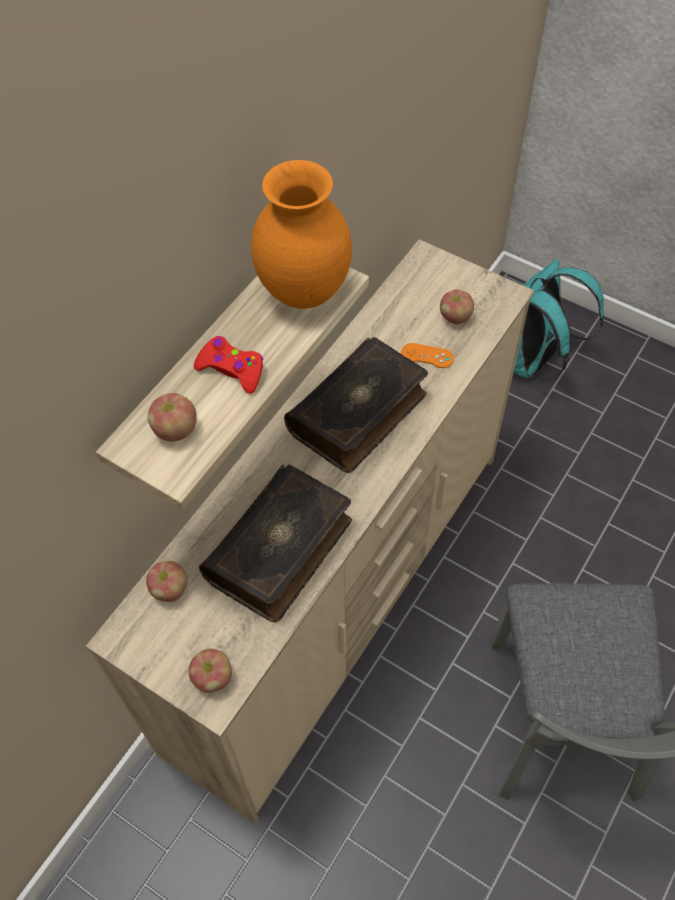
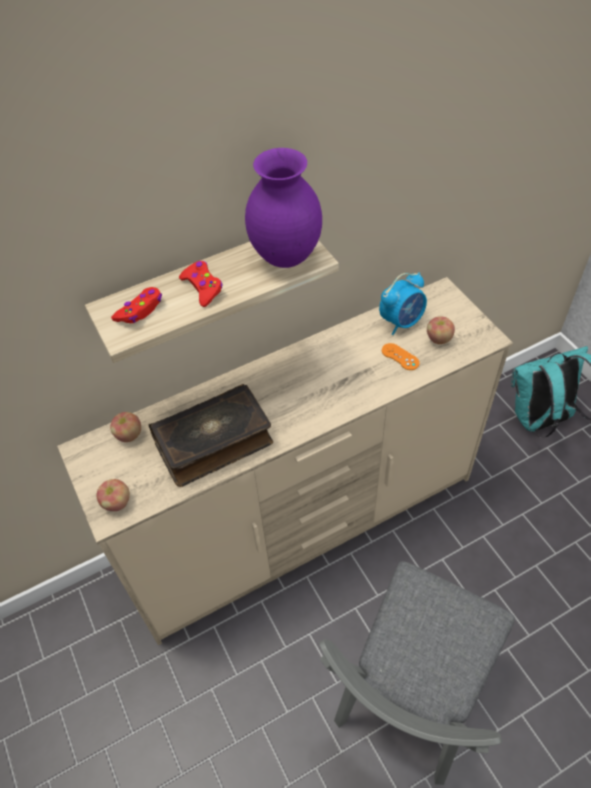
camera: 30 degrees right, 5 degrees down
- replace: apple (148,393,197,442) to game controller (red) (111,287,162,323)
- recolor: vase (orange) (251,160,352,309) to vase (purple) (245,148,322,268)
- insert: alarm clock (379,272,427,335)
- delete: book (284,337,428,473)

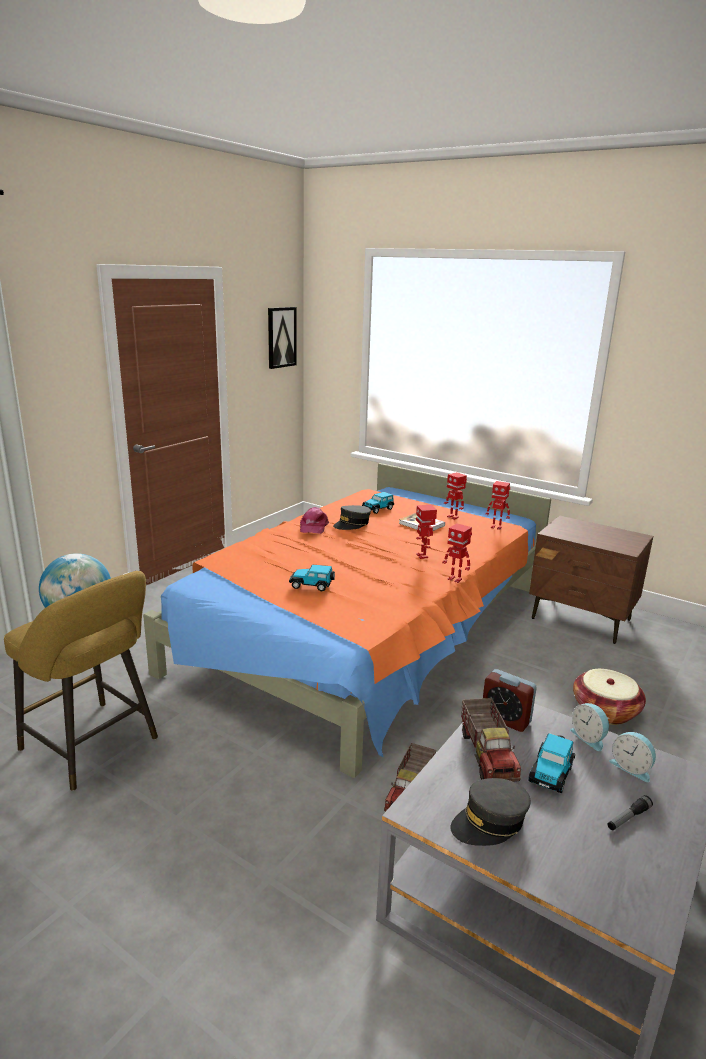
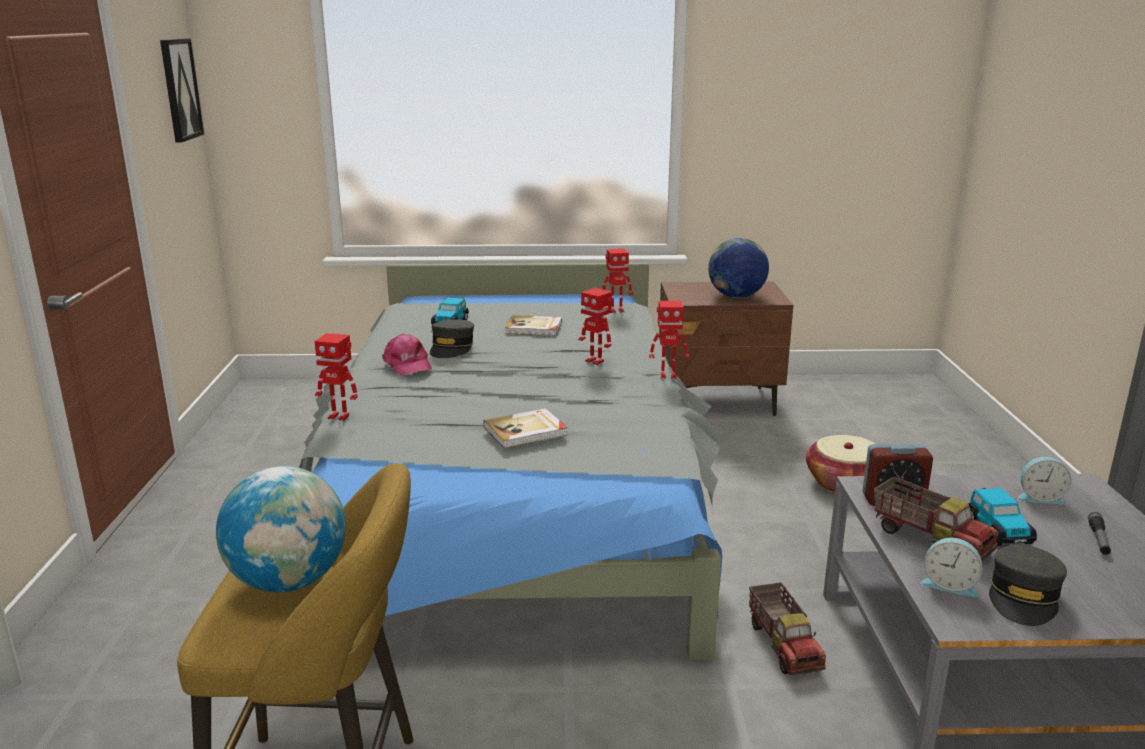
camera: 35 degrees left, 0 degrees up
- recolor: bed (orange) (143,463,551,778) to bed (grey) (299,263,722,660)
- move: toy robot (444,472,467,520) to (314,333,358,421)
- replace: toy car (289,565,335,591) to book (483,408,568,449)
- insert: globe (708,238,769,298)
- move: alarm clock (570,703,609,751) to (921,538,982,597)

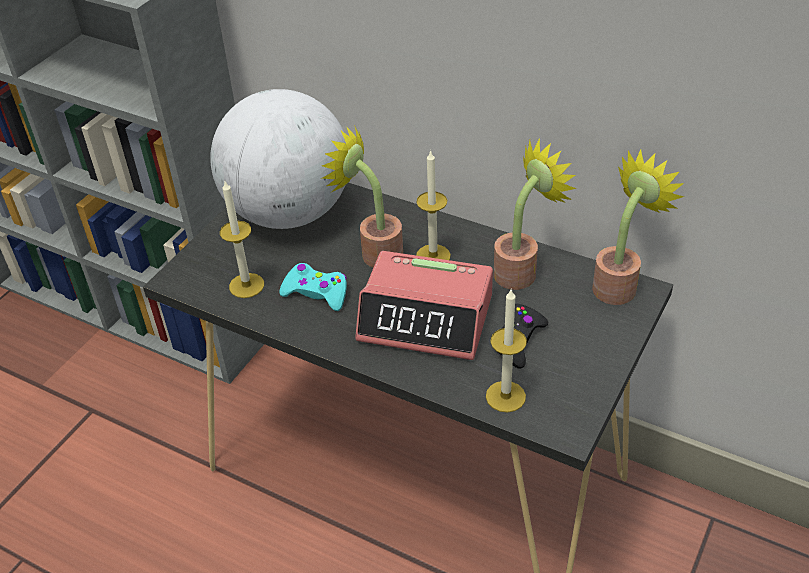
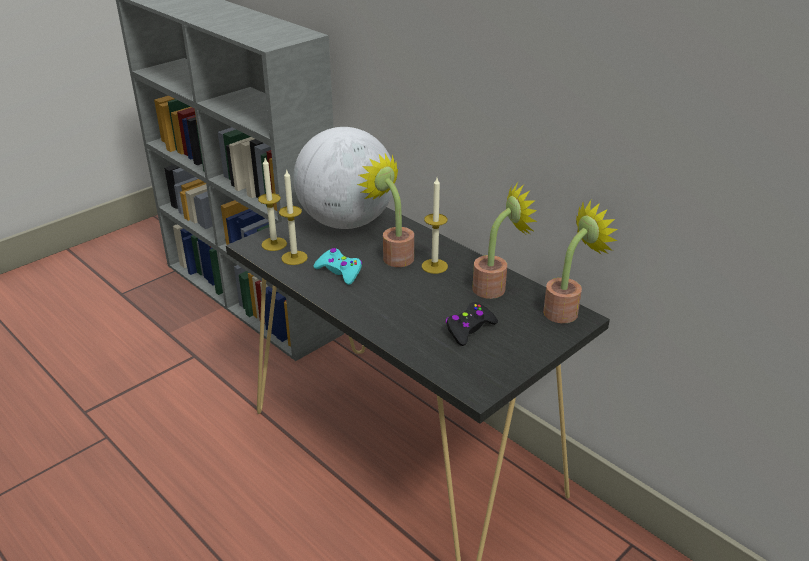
camera: 15 degrees right, 10 degrees down
- move: candle (486,288,527,412) to (258,158,287,251)
- delete: alarm clock (355,251,493,360)

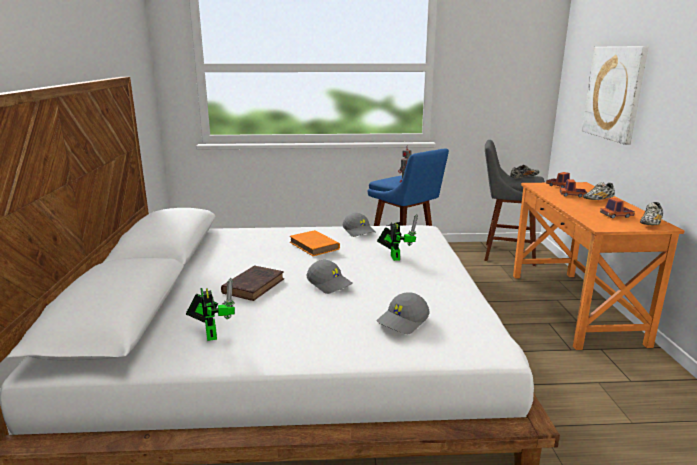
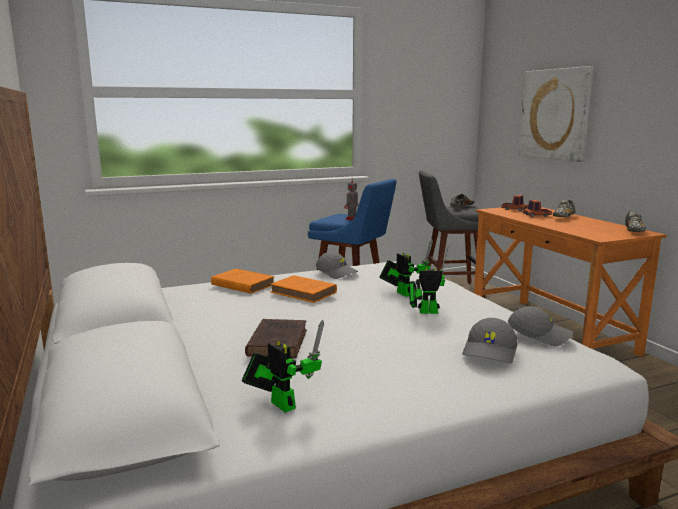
camera: 20 degrees left, 5 degrees down
- insert: book (orange) (211,269,275,294)
- insert: toy robot (409,247,448,314)
- move: cap (grey) (307,260,352,294) to (508,306,573,347)
- delete: toy truck (600,198,635,219)

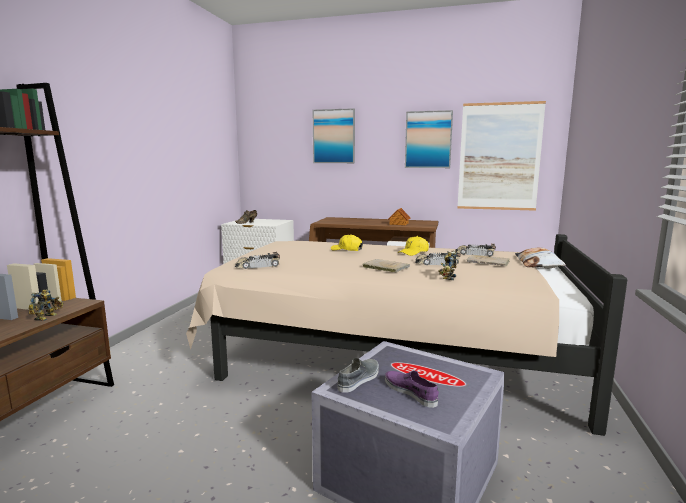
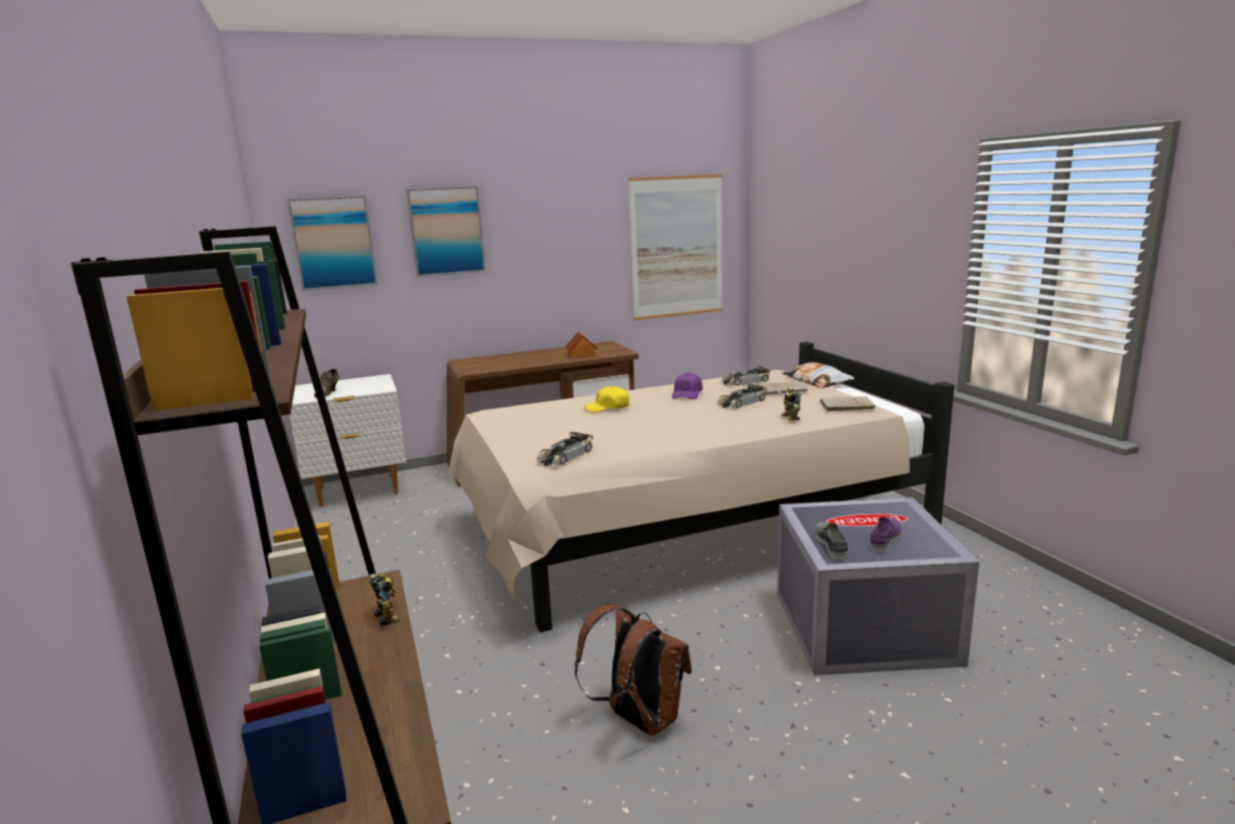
camera: 35 degrees left, 5 degrees up
- move: picture (405,110,453,168) to (288,196,378,291)
- insert: backpack (brown) (575,605,692,736)
- recolor: cap (yellow) (398,236,429,256) to cap (purple) (672,372,703,399)
- move: book (beige) (363,259,410,273) to (820,397,875,411)
- rotate: shoe (purple) (385,370,439,408) = (870,516,901,552) 105 degrees clockwise

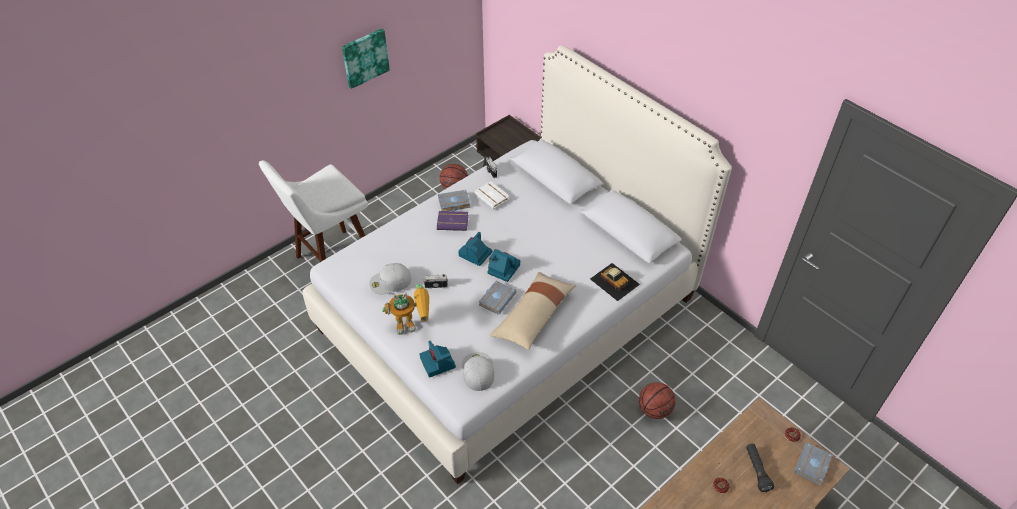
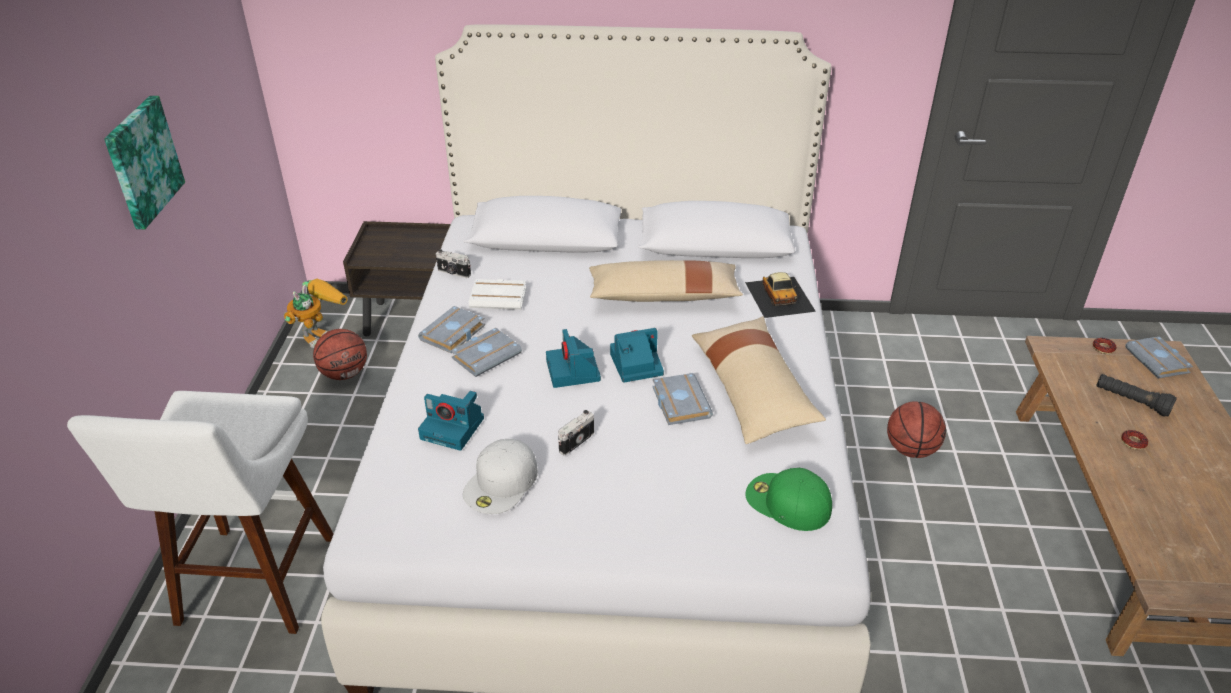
camera: 45 degrees left, 10 degrees down
- move: toy robot (382,284,429,335) to (284,278,348,348)
- move: photo camera (420,341,456,378) to (418,391,484,451)
- recolor: book (purple) (437,211,468,231) to book (grey) (451,328,522,377)
- insert: pillow (beige) (589,260,743,302)
- rotate: toy car (590,263,640,301) = (745,272,816,318) 75 degrees clockwise
- recolor: cap (white) (462,352,494,391) to cap (green) (745,468,832,531)

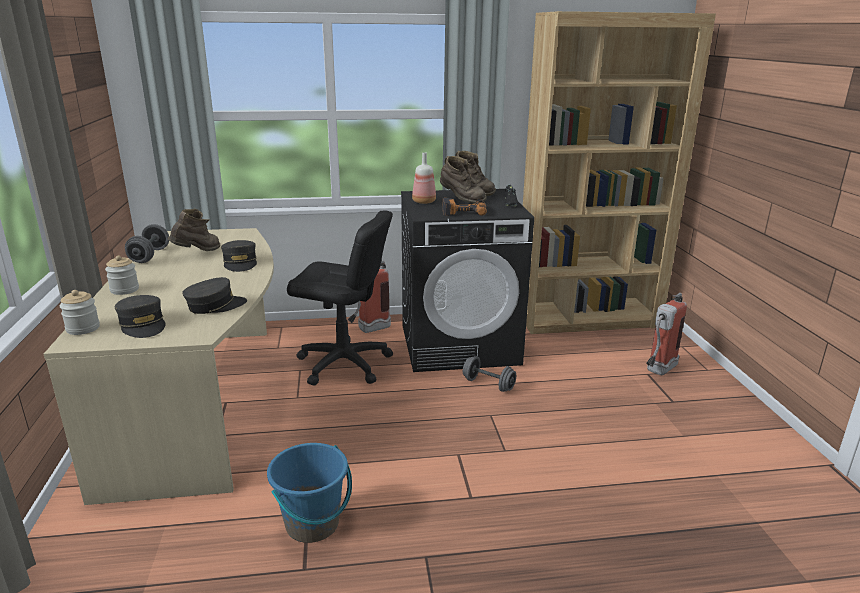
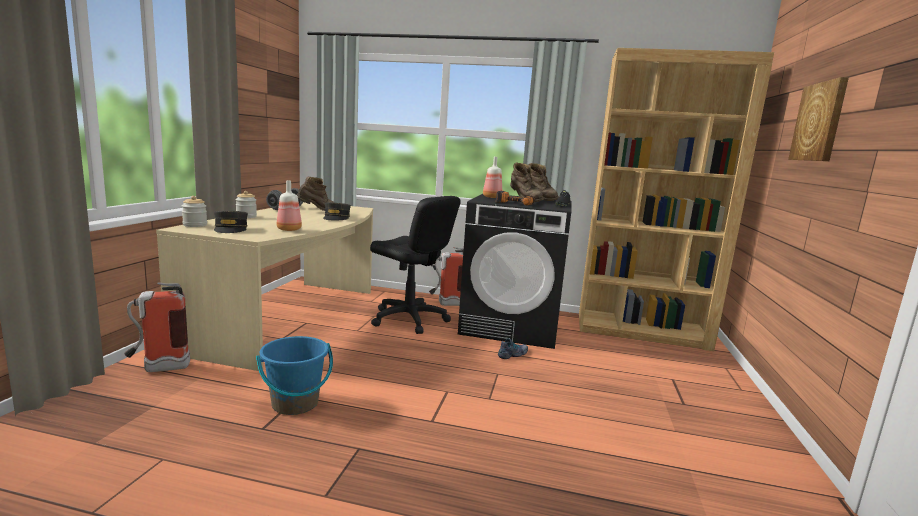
camera: 20 degrees right, 10 degrees down
- move: fire extinguisher (646,293,687,375) to (124,282,190,372)
- replace: cap (grey) (182,277,247,314) to bottle (277,181,302,231)
- replace: dumbbell (grey) (463,356,516,392) to shoe (498,338,528,359)
- insert: picture (788,77,849,161)

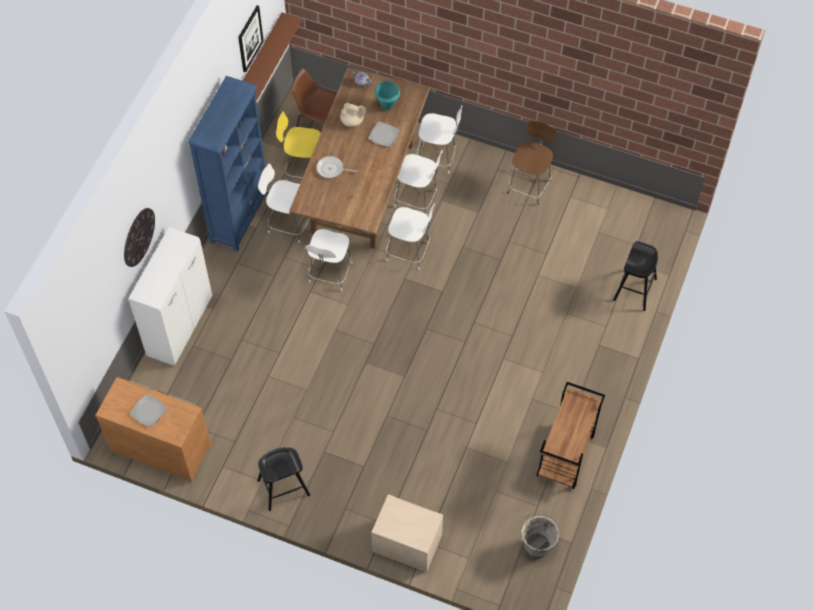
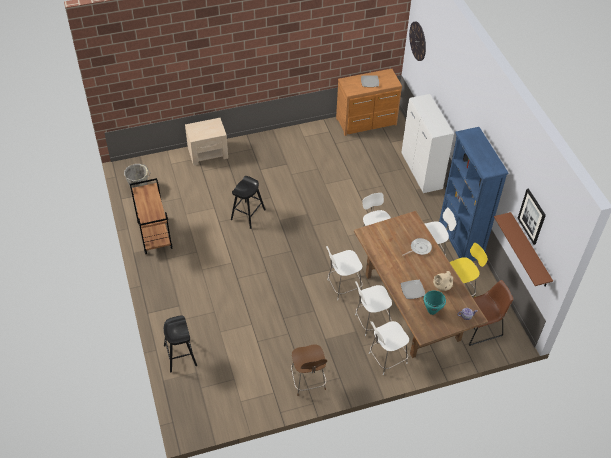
camera: 140 degrees right, 10 degrees down
- move: stool (black) (257,447,310,511) to (231,176,266,229)
- move: wall clock (124,208,155,267) to (409,21,426,61)

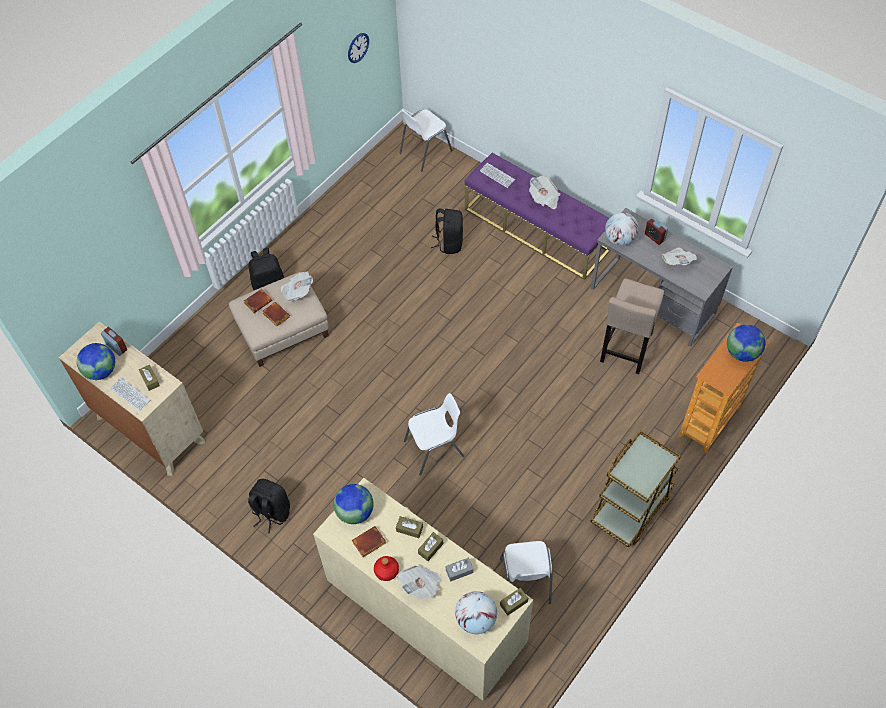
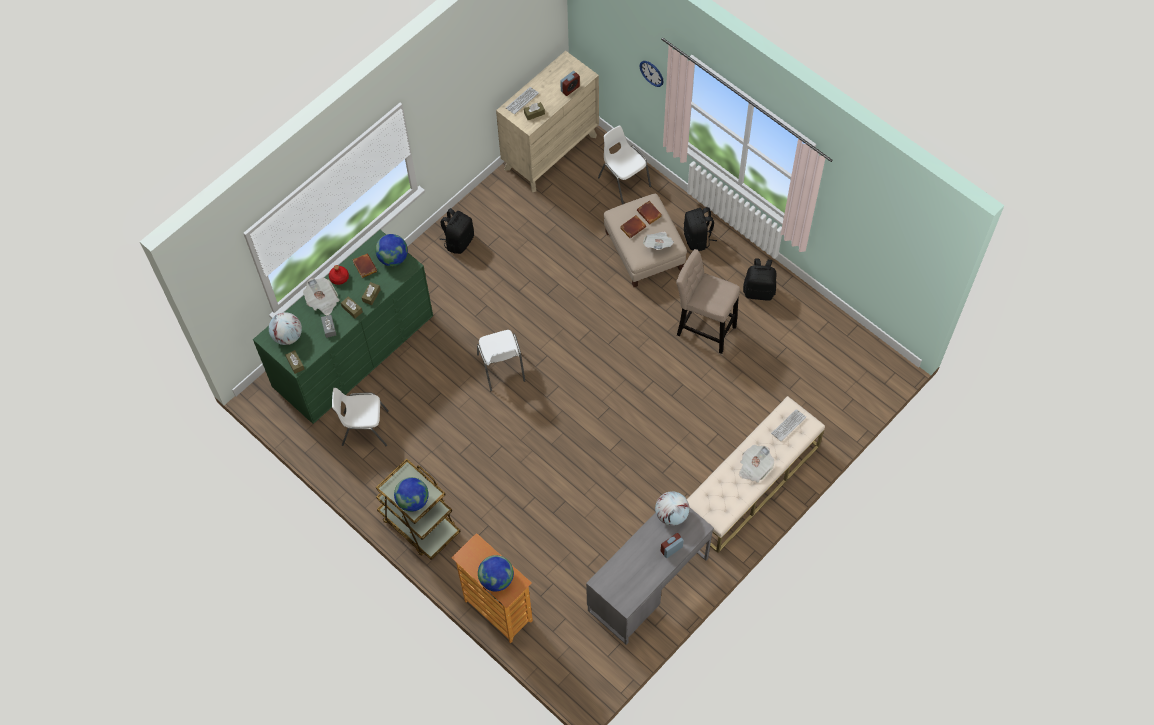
camera: 95 degrees right, 5 degrees up
- recolor: dresser (beige) (313,478,533,701) to dresser (green) (253,230,433,424)
- move: globe (77,343,115,380) to (394,477,429,512)
- move: chair (white) (399,109,453,171) to (598,125,651,204)
- move: wall clock (348,33,369,63) to (639,61,664,87)
- move: stool (beige) (600,278,664,374) to (676,249,740,354)
- recolor: bench (purple) (465,153,610,280) to bench (beige) (687,396,825,553)
- move: backpack (black) (431,208,463,254) to (743,258,777,300)
- delete: newspaper (662,248,697,265)

